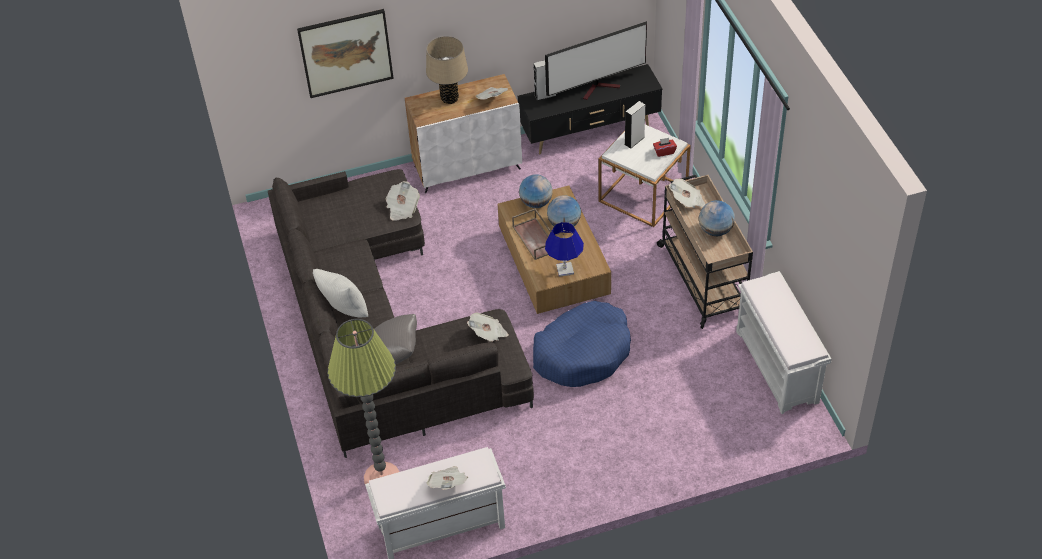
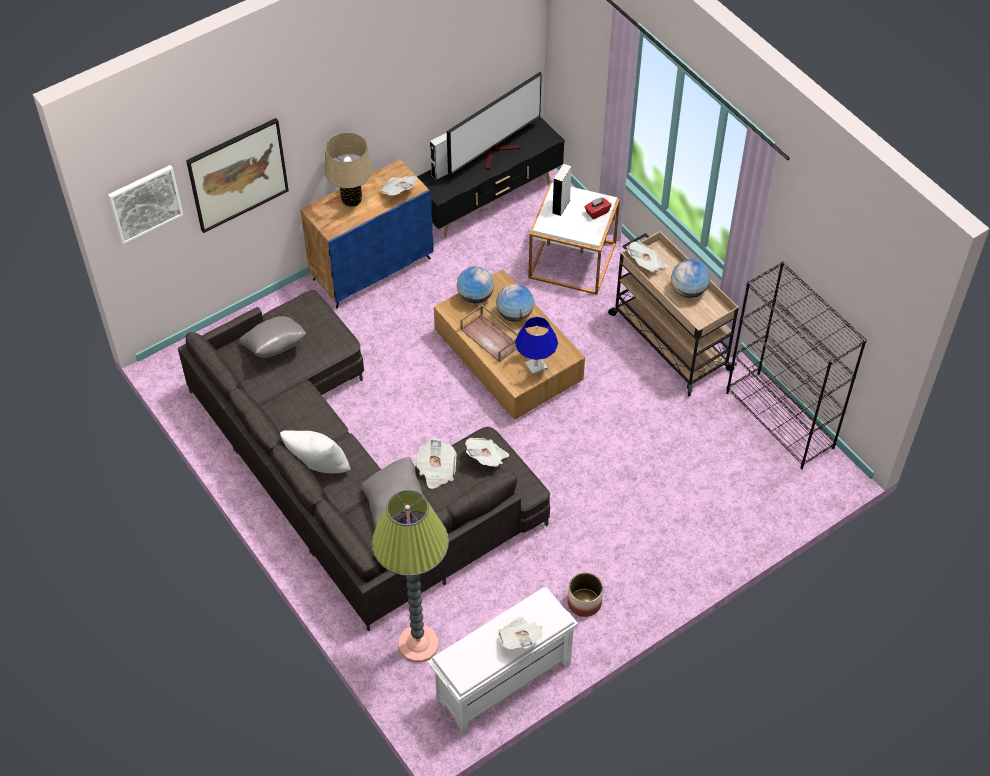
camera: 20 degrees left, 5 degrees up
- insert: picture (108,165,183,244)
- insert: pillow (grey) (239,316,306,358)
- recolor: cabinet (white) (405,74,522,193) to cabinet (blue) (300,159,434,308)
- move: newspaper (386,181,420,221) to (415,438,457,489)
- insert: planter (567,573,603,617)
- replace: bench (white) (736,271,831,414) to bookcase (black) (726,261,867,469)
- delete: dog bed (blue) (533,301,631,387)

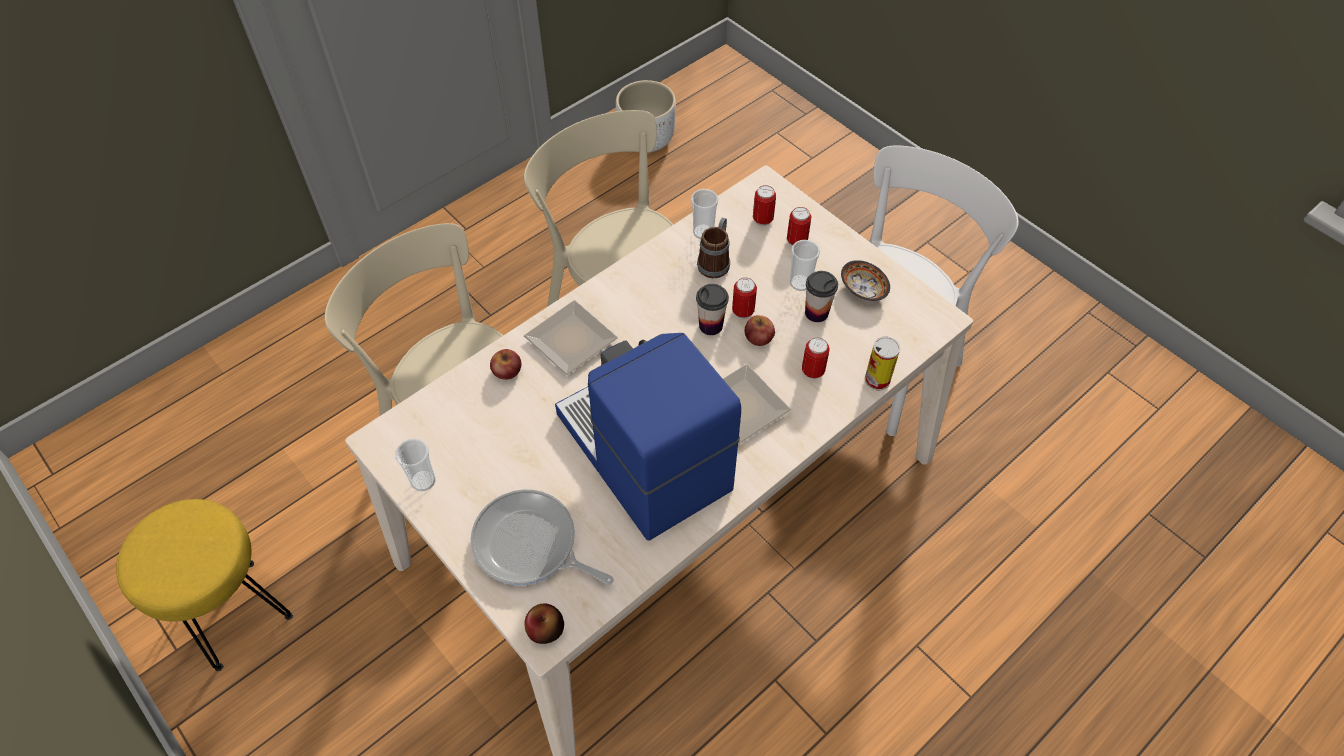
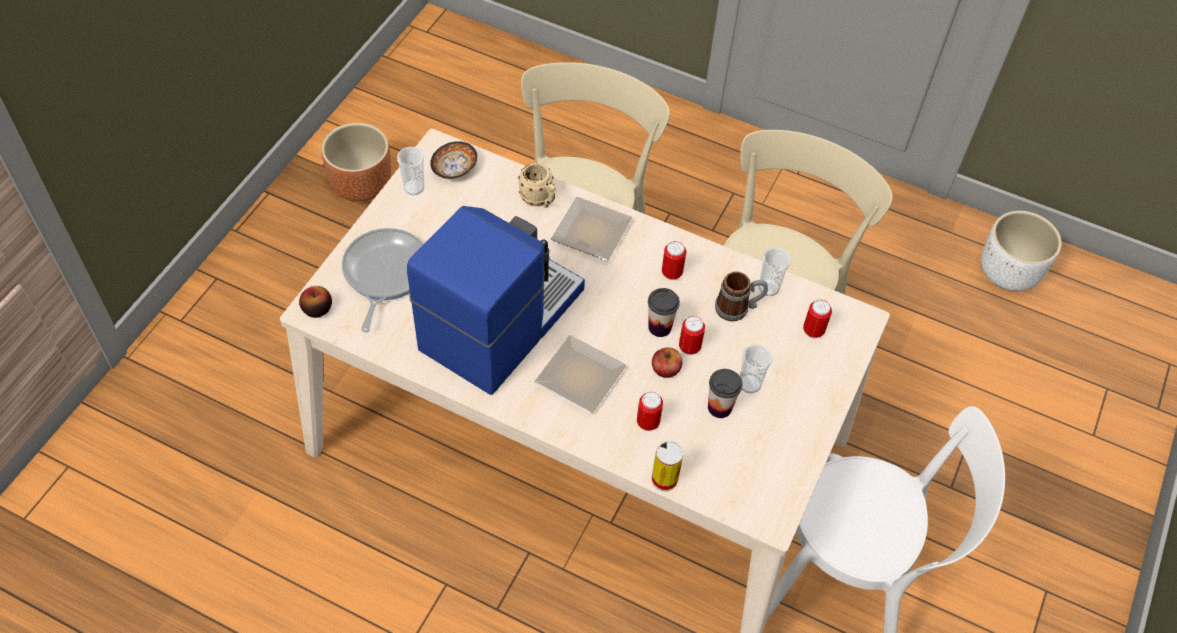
camera: 65 degrees right, 0 degrees up
- replace: stool (yellow) (116,499,293,671) to planter (brown) (322,123,391,202)
- move: bowl (841,260,890,301) to (430,141,477,179)
- replace: apple (490,349,521,380) to mug (beige) (518,163,556,208)
- move: can (787,207,811,246) to (662,241,686,280)

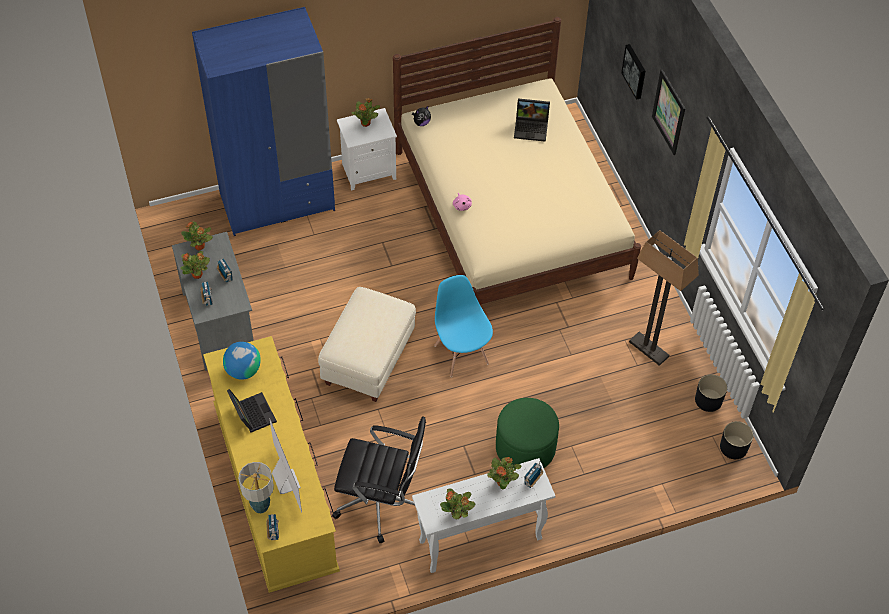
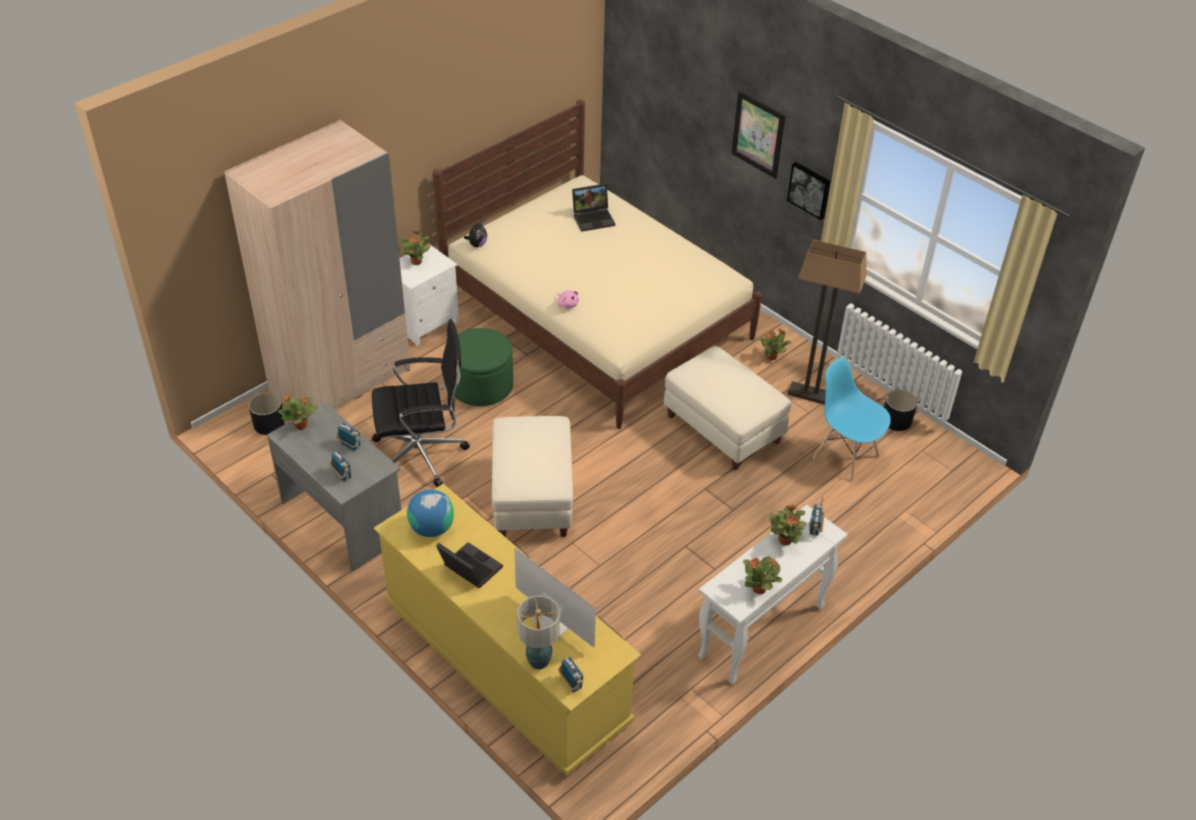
camera: 25 degrees left, 10 degrees down
- recolor: wardrobe (blue) (192,7,335,236) to wardrobe (beige) (224,120,410,410)
- move: planter (black) (720,421,753,459) to (249,393,285,435)
- move: office chair (black) (332,416,426,544) to (372,319,470,487)
- move: ottoman (green) (496,398,559,468) to (454,328,513,406)
- insert: ottoman (beige) (664,346,791,470)
- move: potted plant (180,251,210,279) to (758,328,792,360)
- move: picture (621,44,645,100) to (787,162,830,220)
- move: chair (blue) (434,275,493,377) to (813,358,891,482)

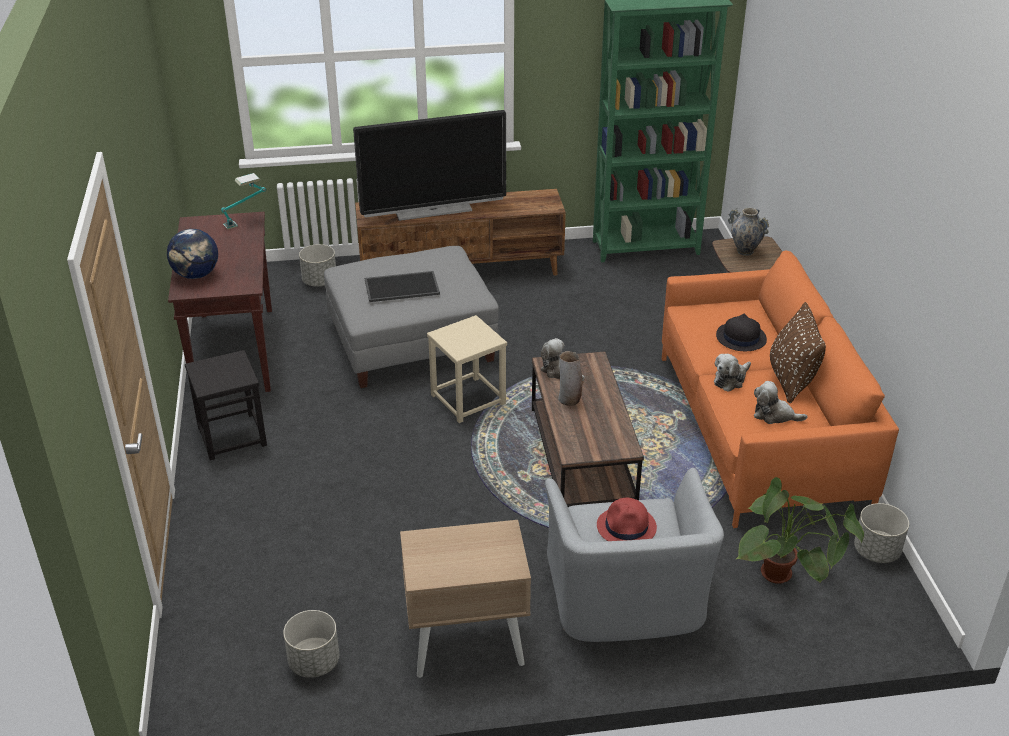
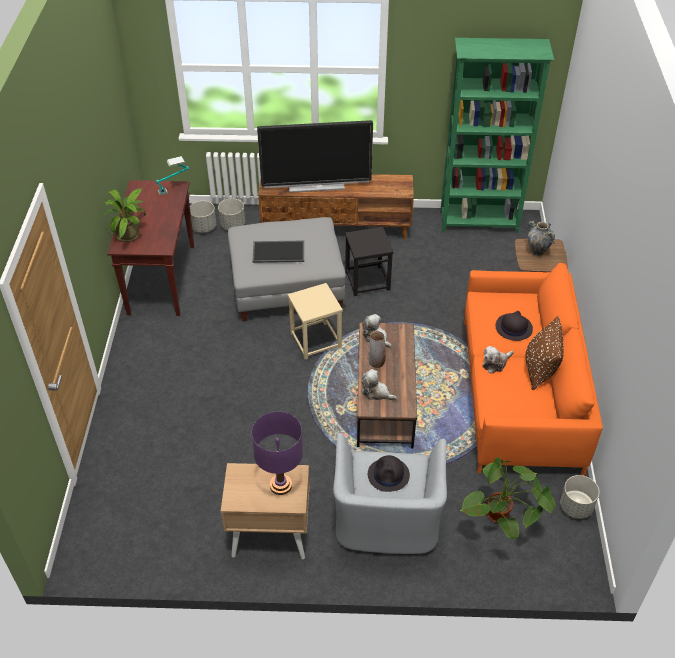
camera: 10 degrees right, 10 degrees up
- replace: globe (167,229,218,279) to potted plant (102,189,146,242)
- move: planter (grey) (283,610,339,678) to (190,201,216,233)
- insert: table lamp (purple) (252,411,303,495)
- move: stool (black) (185,350,267,460) to (345,227,393,296)
- move: plush toy (754,381,807,424) to (361,369,397,401)
- recolor: hat (red) (597,498,657,541) to hat (black) (368,455,410,492)

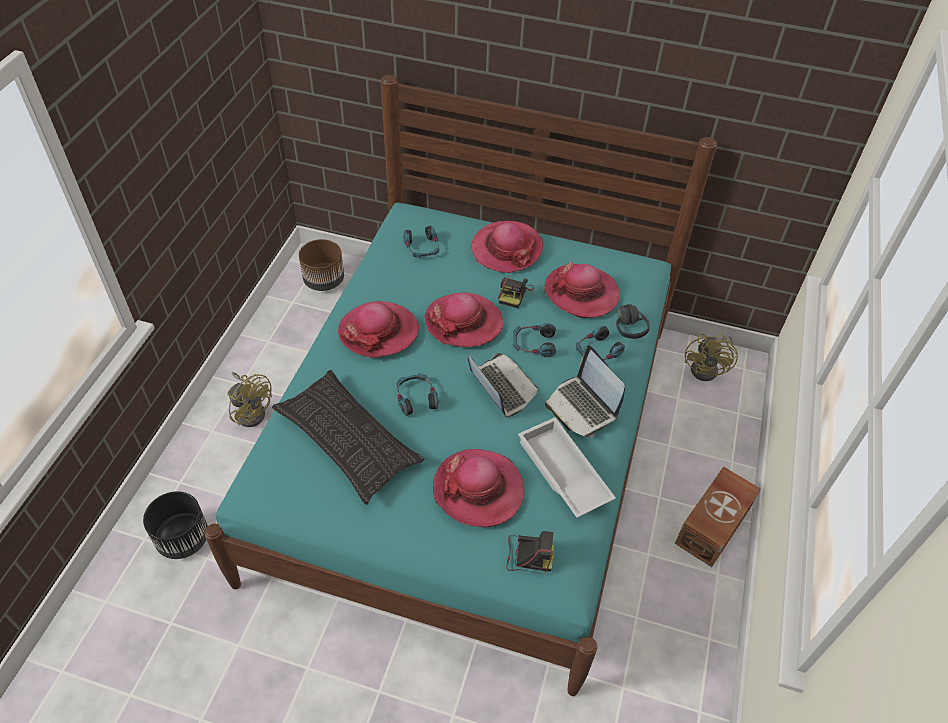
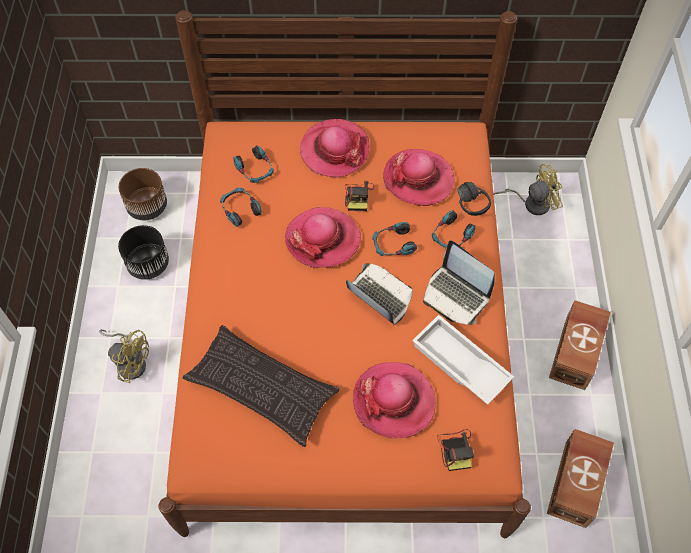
camera: 15 degrees left, 10 degrees up
- move: planter (black) (143,491,208,559) to (118,225,169,280)
- recolor: bed (turquoise) (204,74,717,696) to bed (orange) (158,10,531,538)
- move: headphones (397,373,439,416) to (220,188,262,227)
- rotate: photo camera (506,531,554,573) = (437,429,474,471) 90 degrees clockwise
- rotate: fan (yellow) (685,334,738,381) = (493,164,563,215) 105 degrees counterclockwise
- insert: storage box (brown) (547,429,614,528)
- delete: hat (338,301,419,358)

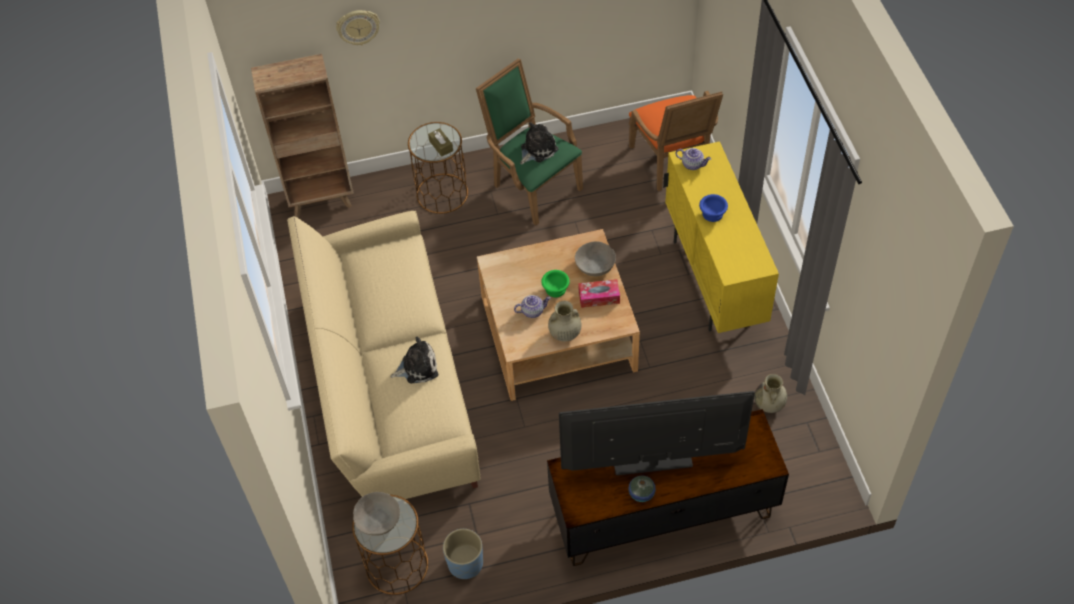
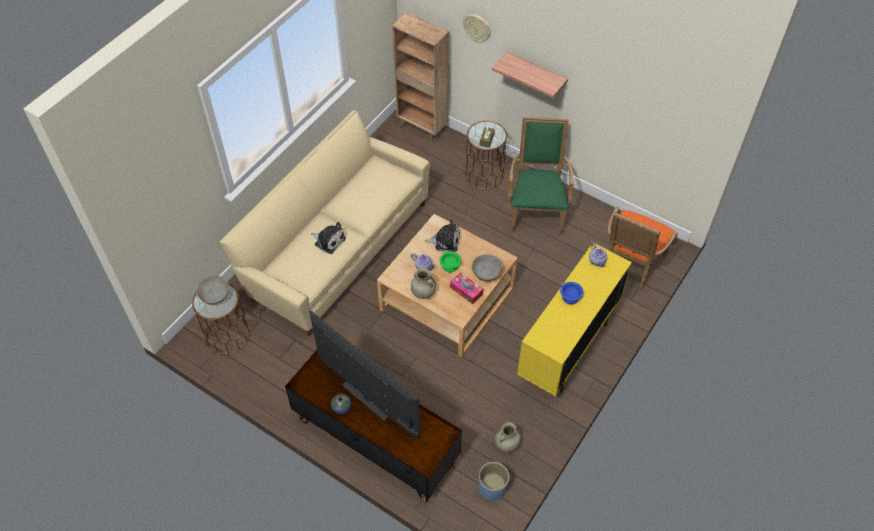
camera: 45 degrees right, 0 degrees up
- move: plush toy (520,122,558,165) to (425,220,460,252)
- move: planter (blue) (443,529,483,579) to (479,462,509,501)
- insert: shelf (492,52,568,98)

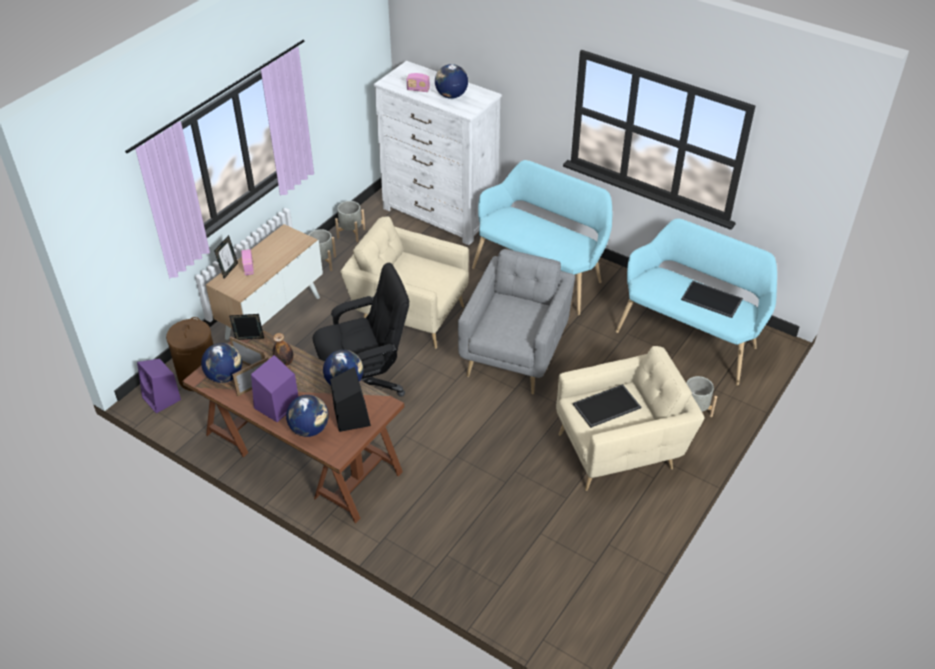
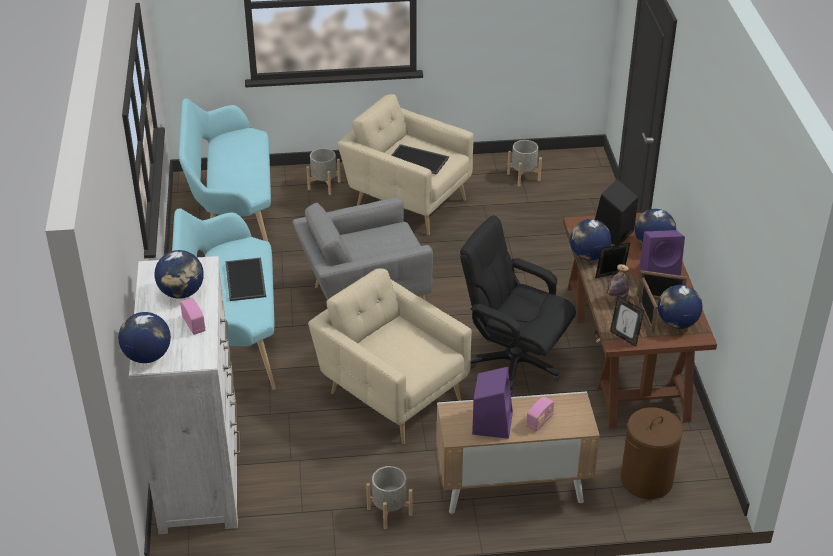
camera: 130 degrees left, 5 degrees down
- insert: globe (118,312,171,363)
- move: tray (681,281,743,318) to (225,258,266,301)
- rotate: armchair (beige) (340,216,469,349) = (308,268,472,445) 150 degrees clockwise
- move: speaker (purple) (137,359,181,413) to (472,367,513,439)
- move: planter (grey) (335,201,365,242) to (507,140,542,186)
- move: picture frame (214,235,238,278) to (595,242,631,278)

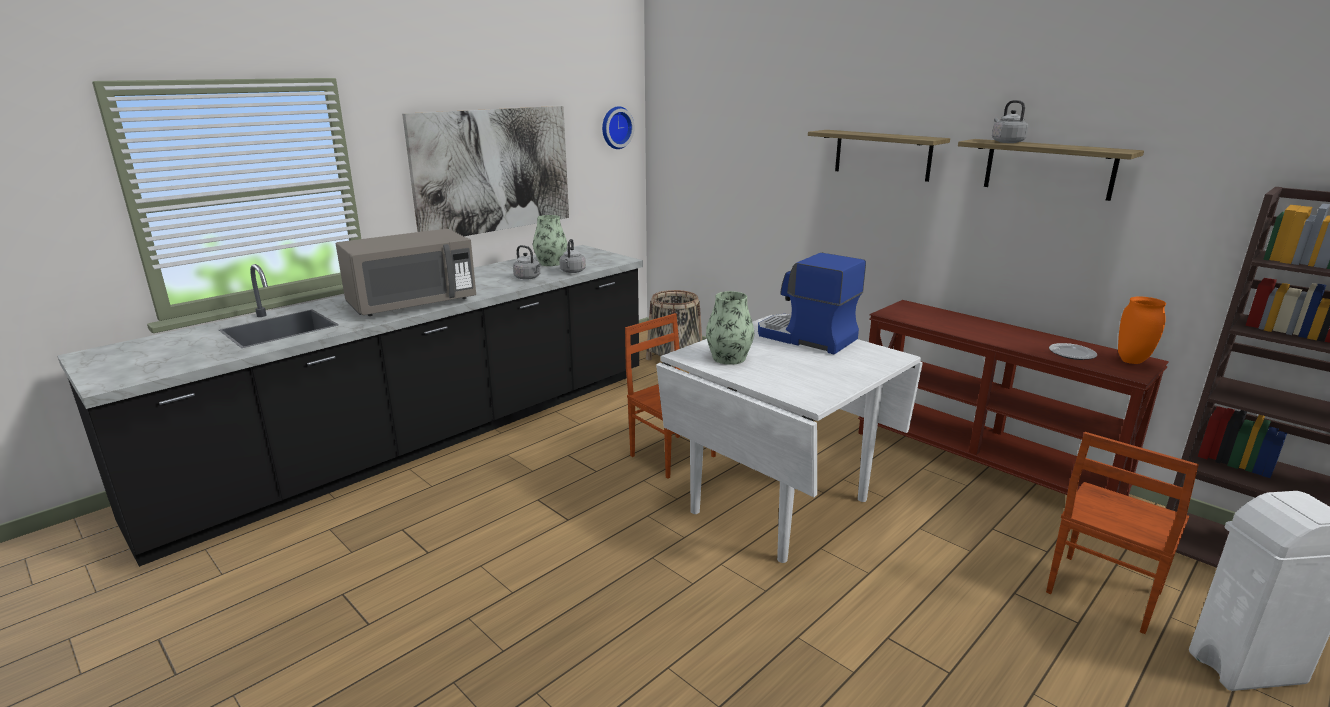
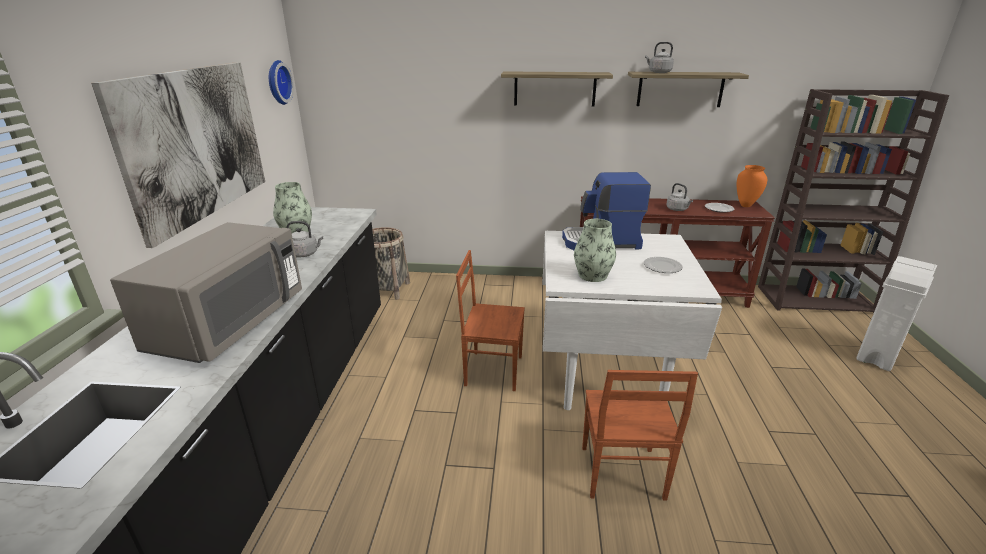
camera: 40 degrees left, 5 degrees up
- move: chair (brown) (1046,432,1198,634) to (582,370,698,501)
- insert: plate (644,257,683,273)
- move: kettle (grey) (559,239,586,273) to (666,183,693,211)

